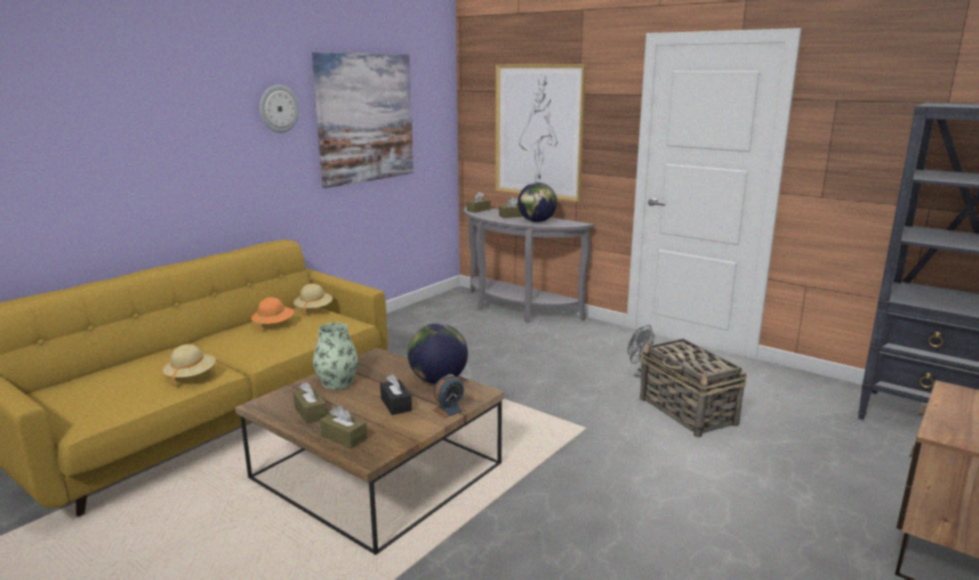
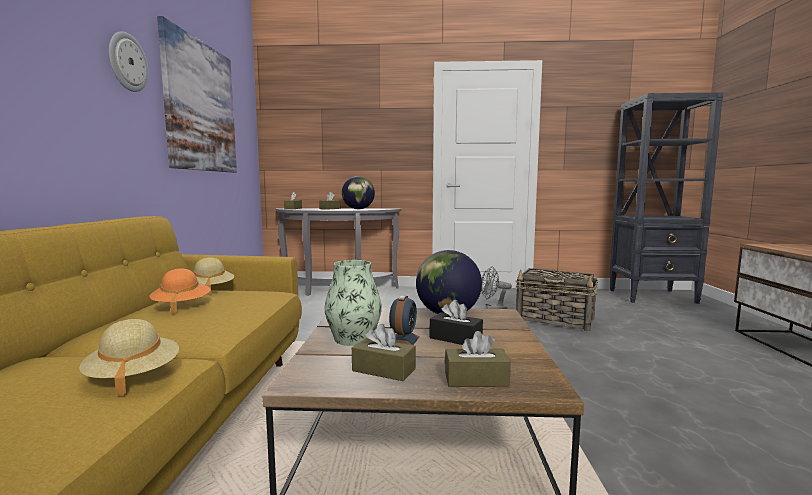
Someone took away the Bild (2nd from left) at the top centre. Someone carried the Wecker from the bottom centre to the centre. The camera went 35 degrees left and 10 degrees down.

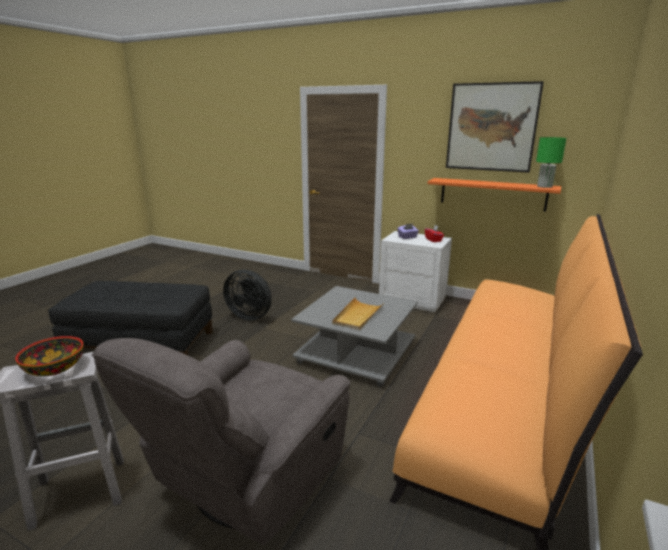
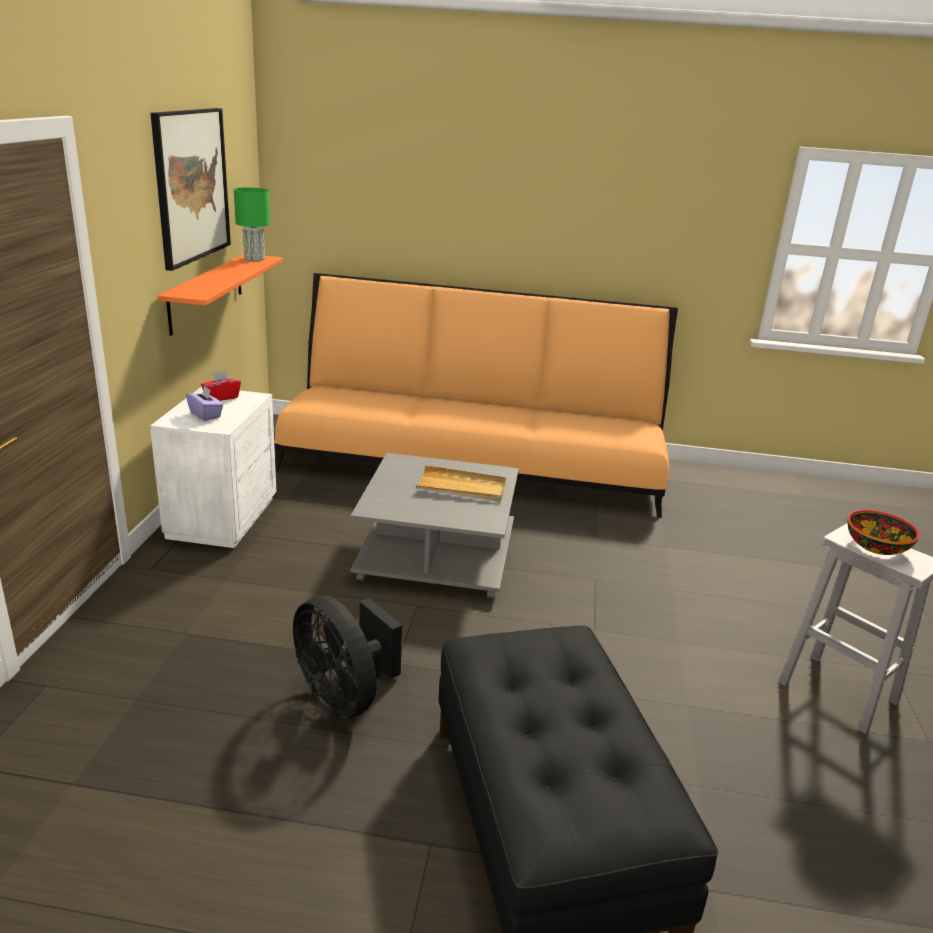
Someone took away the Sessel/grau at the bottom left. Someone rotated the Ventilator/schwarz at the centre by 135 degrees clockwise. The camera went 110 degrees left and 5 degrees up.

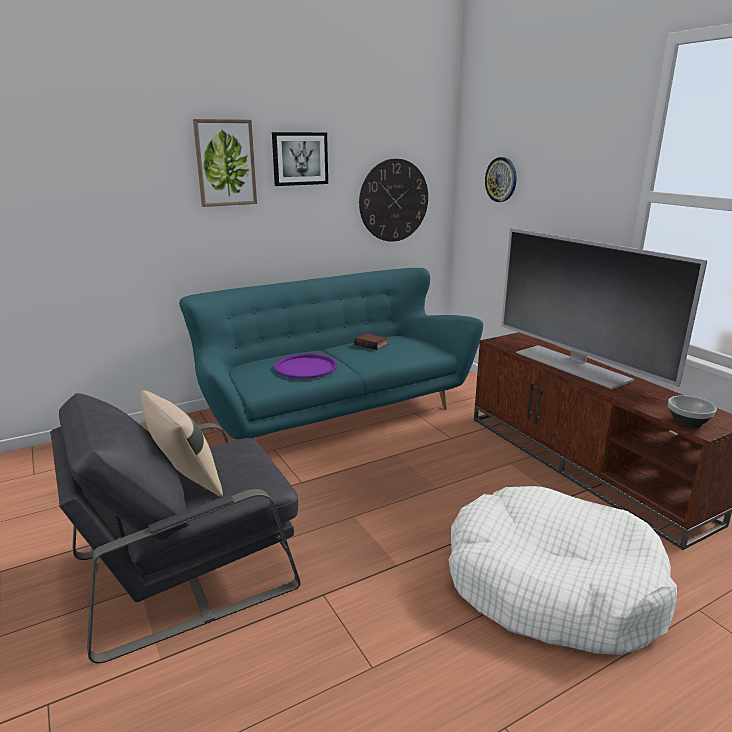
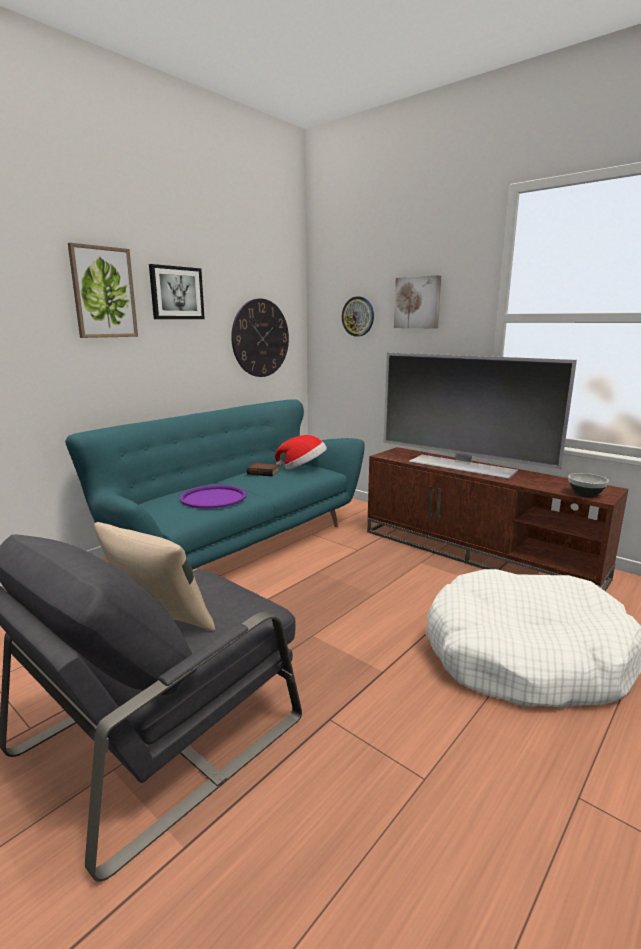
Someone put down the Hut at the centre. Someone put up the Bild (3rd from left) at the top centre. The camera went 20 degrees left and 5 degrees down.

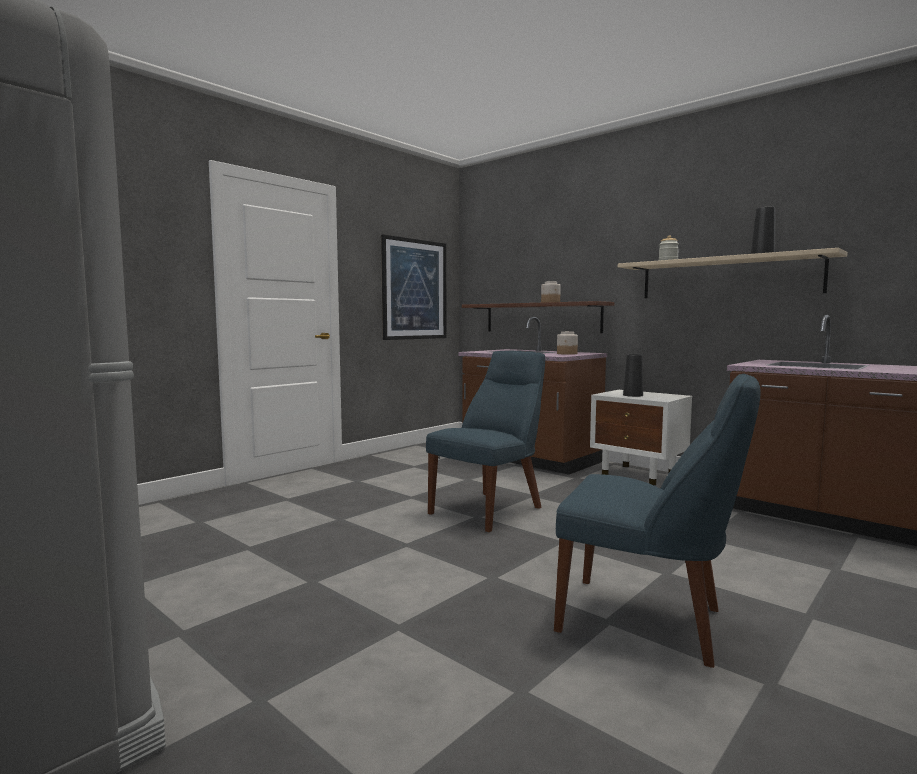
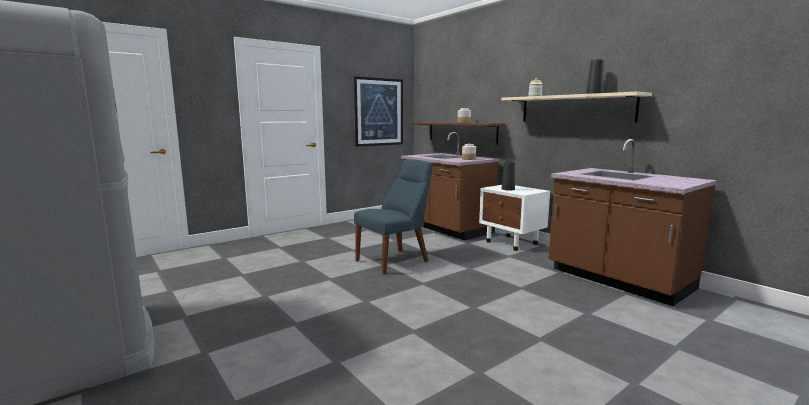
Someone took away the Stuhl/blau (2nd from left) at the bottom right. The camera went 10 degrees right and 5 degrees up.

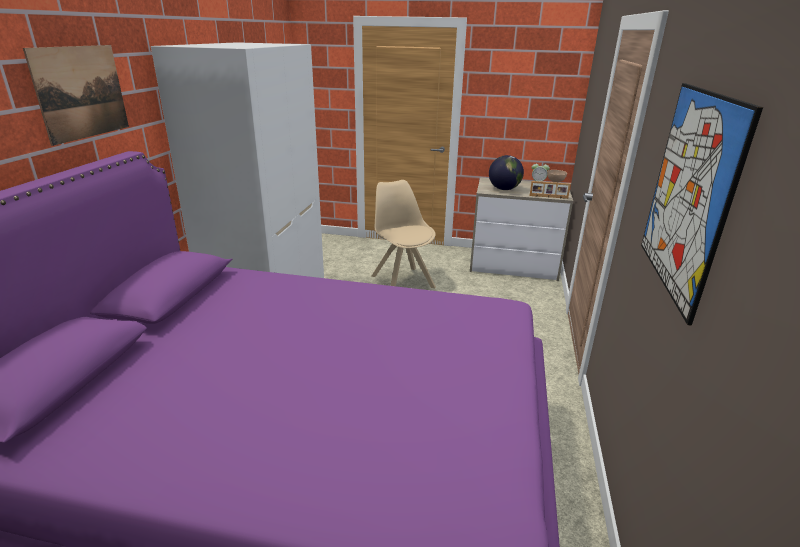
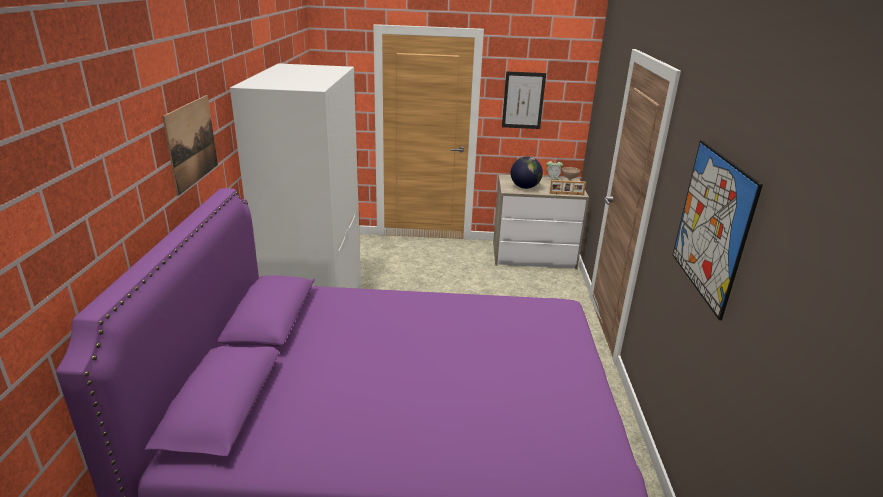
Someone took away the Stuhl/beige at the centre. Someone put up the Bild (2nd from left) at the top centre. The camera went 10 degrees left and 0 degrees up.

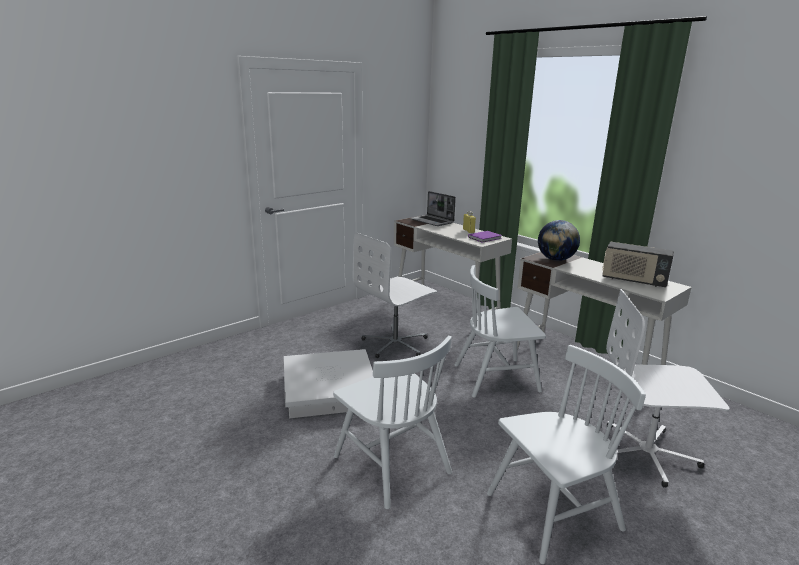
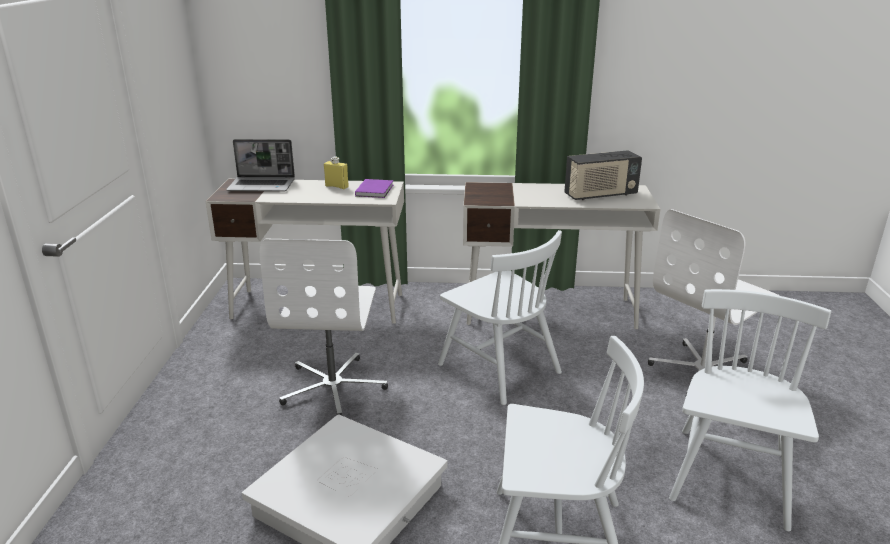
Someone took away the Globus at the middle right. Someone rotated the Stuhl/weiß (2nd from left in the first image) at the centre by 75 degrees counterclockwise. The camera went 45 degrees left and 5 degrees up.

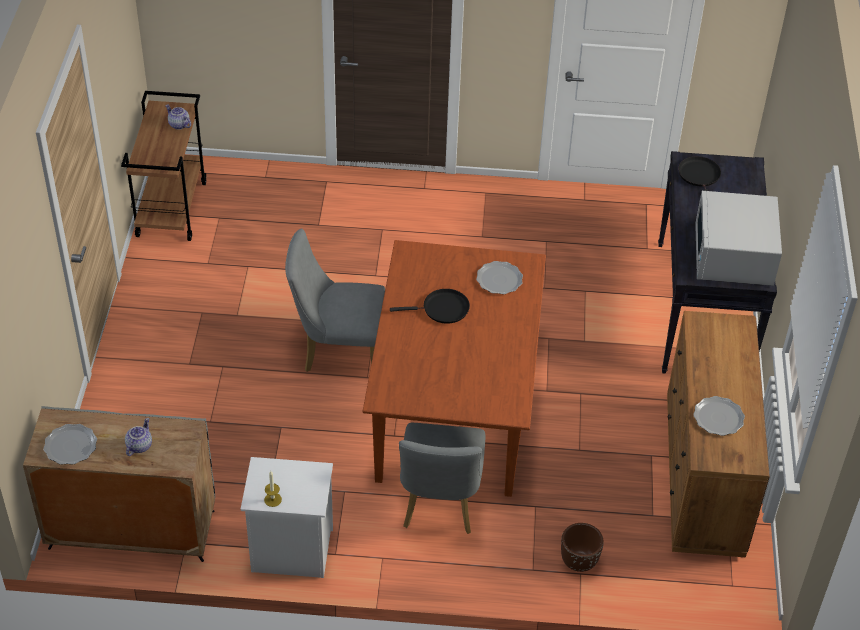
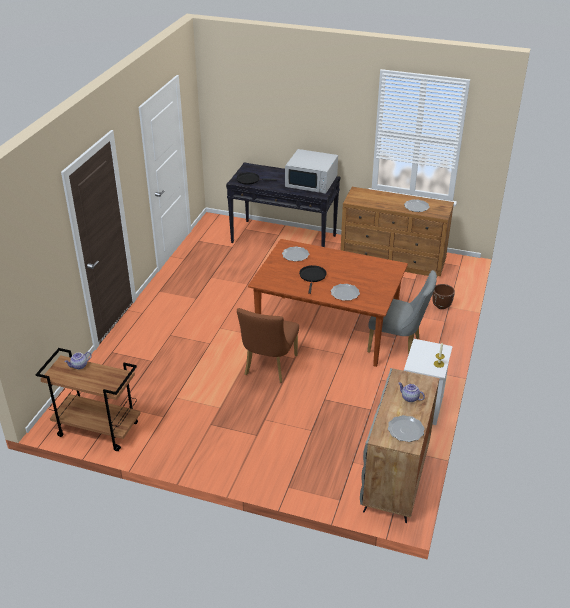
Someone put down the Teller (2nd from left) at the centre. Someone repainted the Stuhl/grau (1st from left) at the centre, which became the Stuhl/braun at the centre. The camera went 75 degrees left and 10 degrees down.

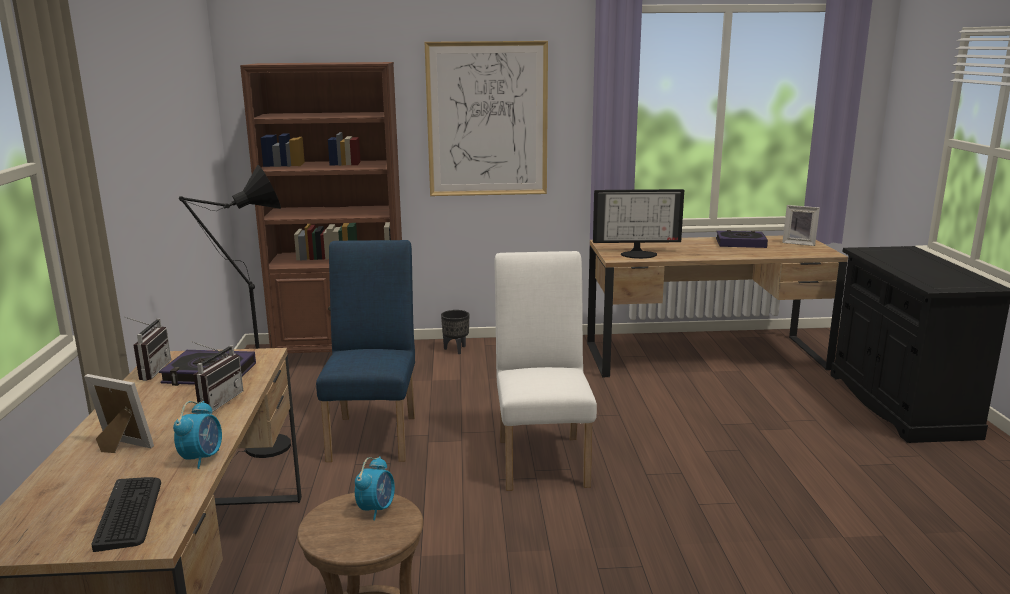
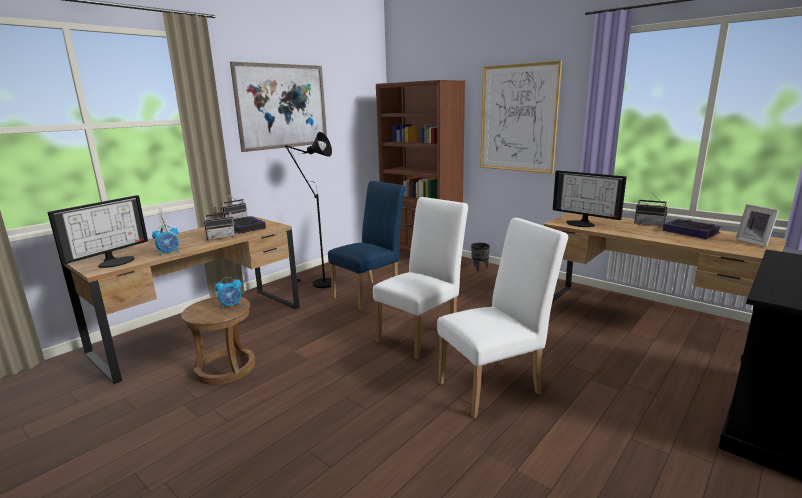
Someone put up the Bild (1st from left) at the top centre. Someone put down the Stuhl/weiß (2nd from left) at the centre. Someone put down the Radio (3rd from left) at the middle right. Someone swapped the Tastatur at the bottom left for the Monitor (1st from left) at the middle left. The camera went 45 degrees right and 0 degrees up.

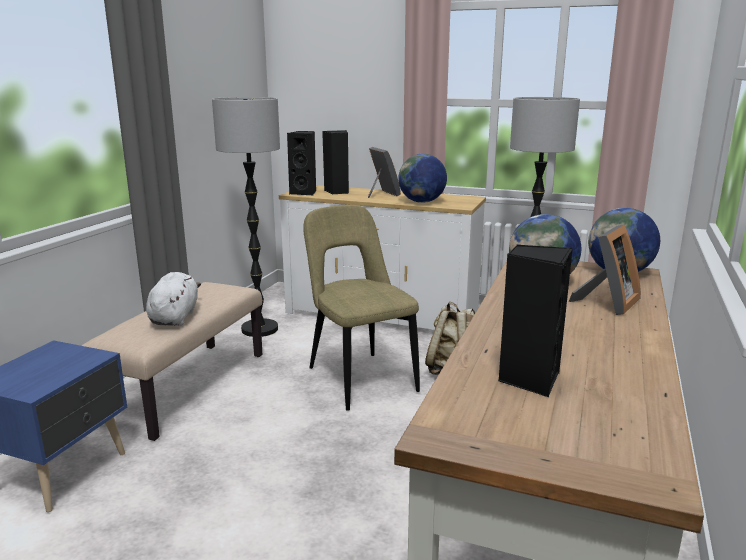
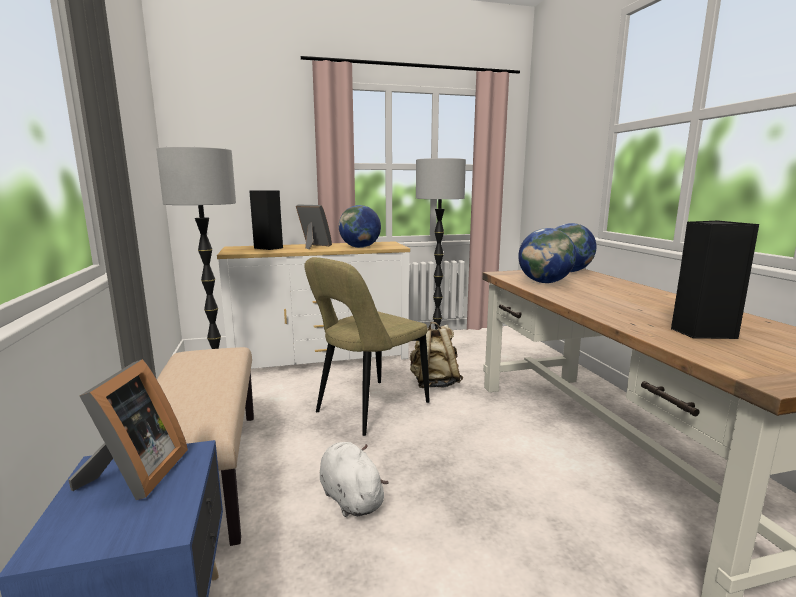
Someone took away the Lautsprecher/schwarz (1st from left) at the top centre. Someone carried the Plüschtier/weiß from the middle left to the bottom centre. Someone carried the Bilderrahmen (2nd from left in the first image) from the middle right to the bottom left. Someone rotated the Stuhl/beige at the centre by 75 degrees counterclockwise. The camera went 35 degrees left and 5 degrees down.

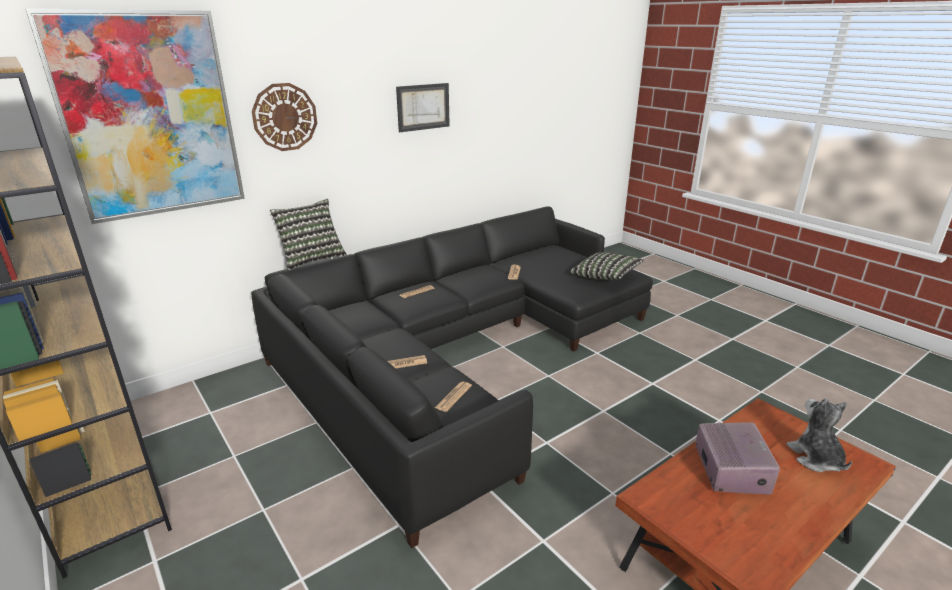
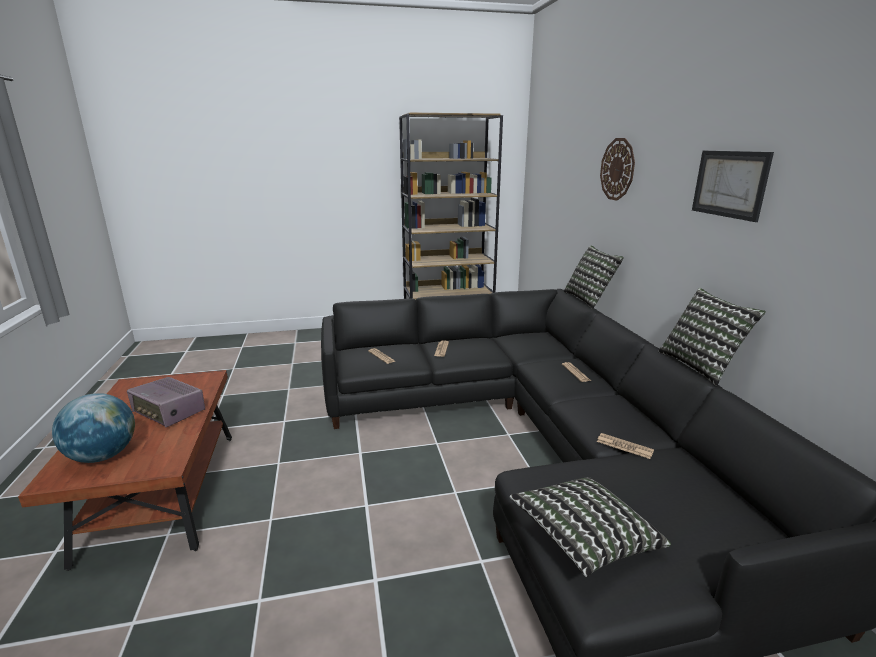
Someone took away the Bild (1st from left) at the top left. Someone put down the Kissen (3rd from left) at the middle right. Someone swapped the Plüschtier at the bottom right for the Globus at the middle left. The camera went 115 degrees right and 5 degrees down.

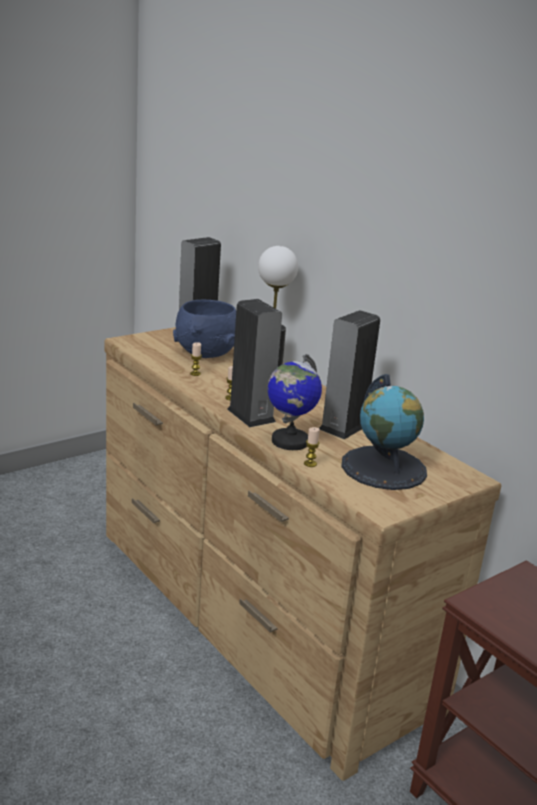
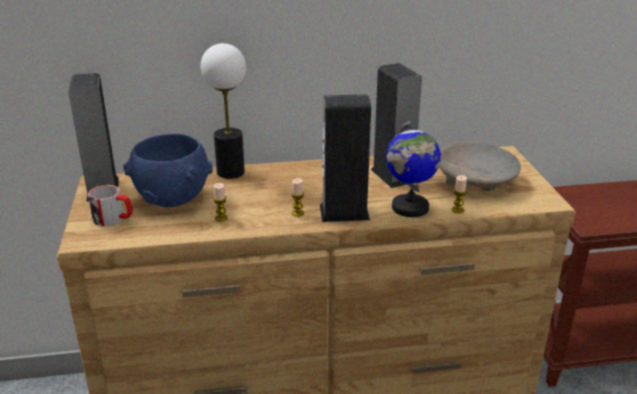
Someone put down the Henkelbecher at the middle left. Someone swapped the Globus (2nd from left) at the middle right for the Schüssel/beige at the middle right. The camera went 60 degrees left and 5 degrees up.

